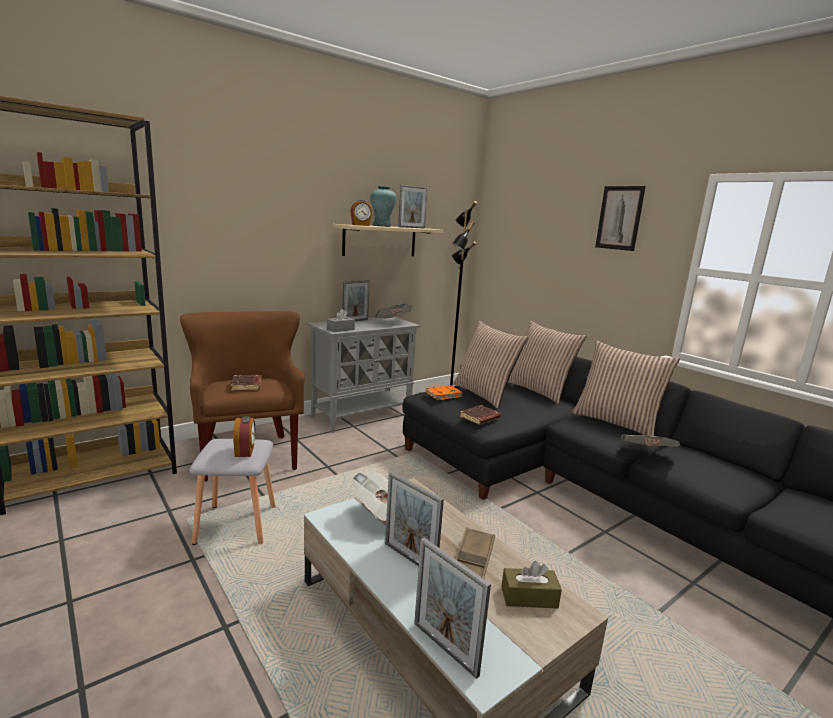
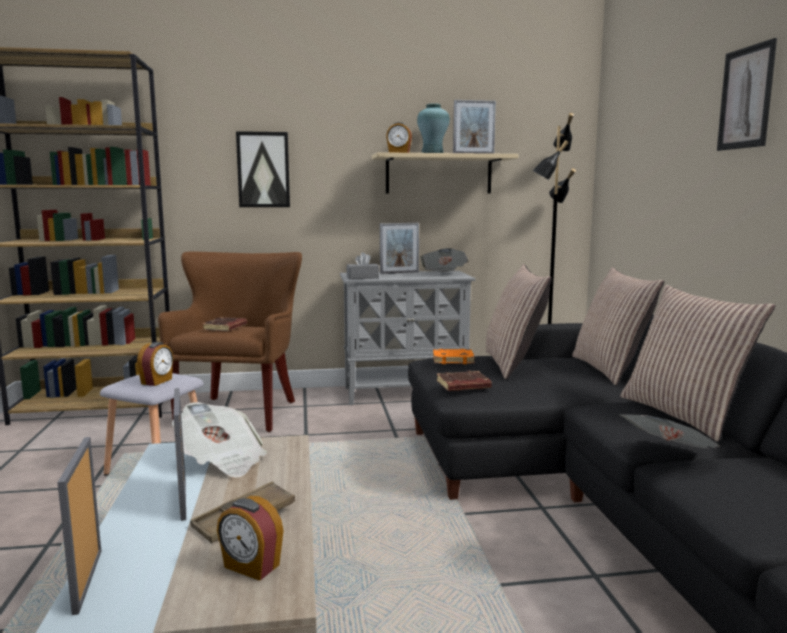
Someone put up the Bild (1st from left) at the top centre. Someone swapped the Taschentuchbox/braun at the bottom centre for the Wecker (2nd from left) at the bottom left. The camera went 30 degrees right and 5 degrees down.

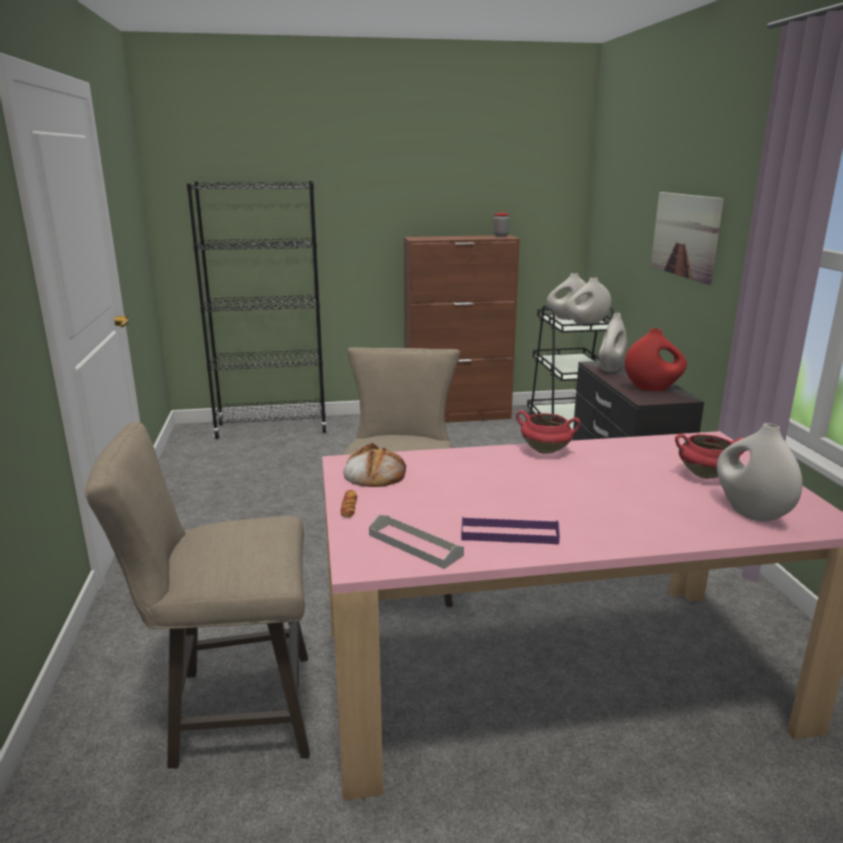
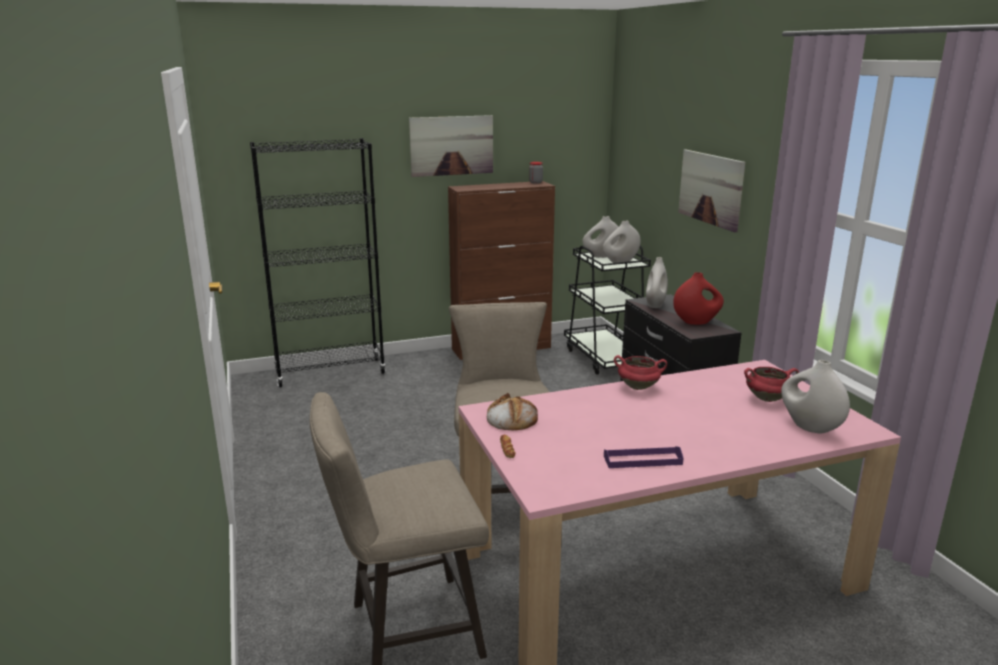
Someone took away the Tablett/grau at the centre. Someone put up the Bild (1st from left) at the top centre. The camera went 10 degrees left and 0 degrees up.

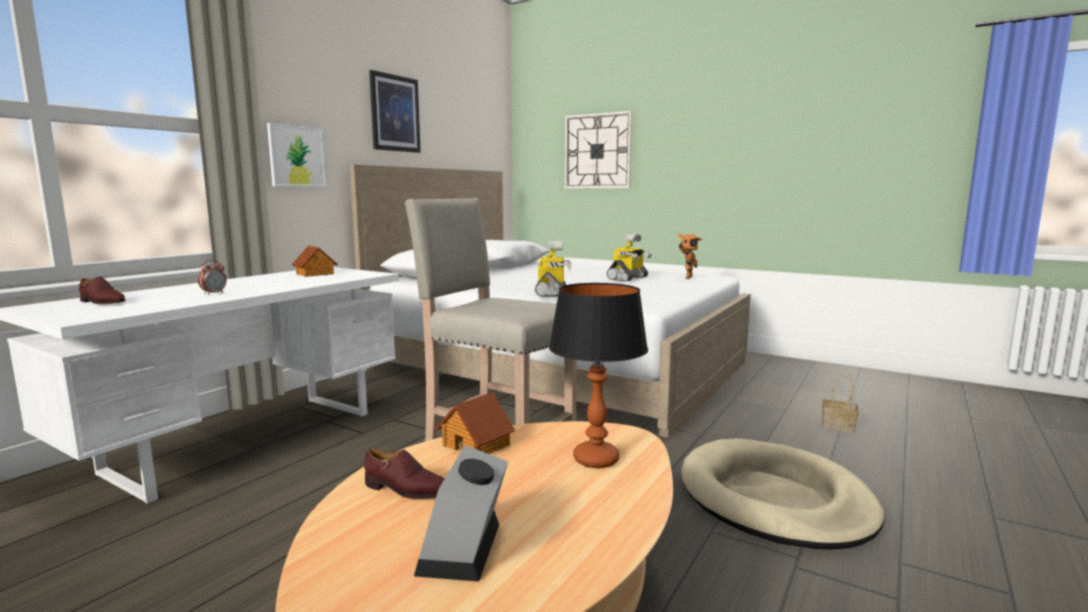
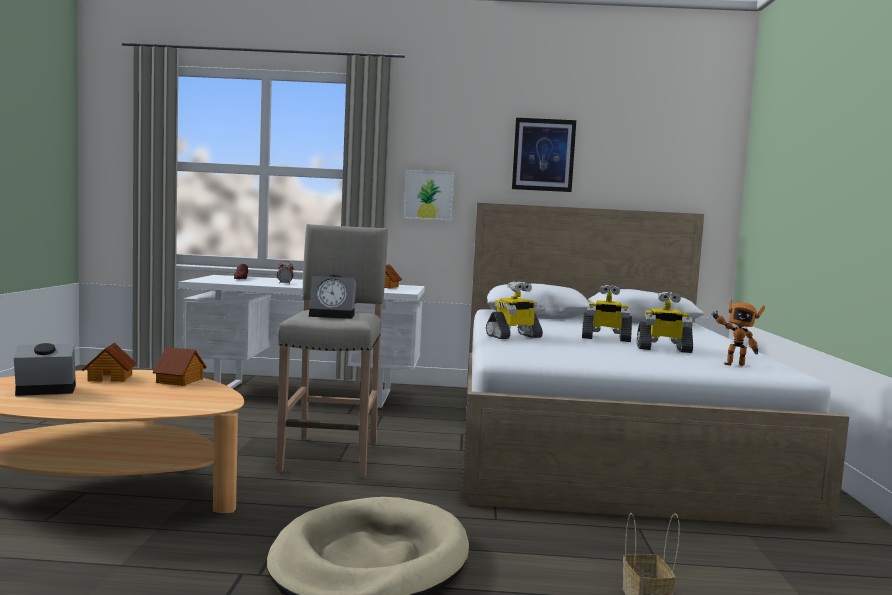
Someone took away the Tischlampe at the centre. Someone took away the Wanduhr at the top centre. Someone put down the Wecker (3rd from left) at the centre. Someone put down the Spielzeugroboter (2nd from left) at the middle right. Someone swapped the Schuh/braun (2nd from left) at the bottom centre for the Spielzeughaus (1st from left) at the middle left. The camera went 60 degrees right and 5 degrees down.

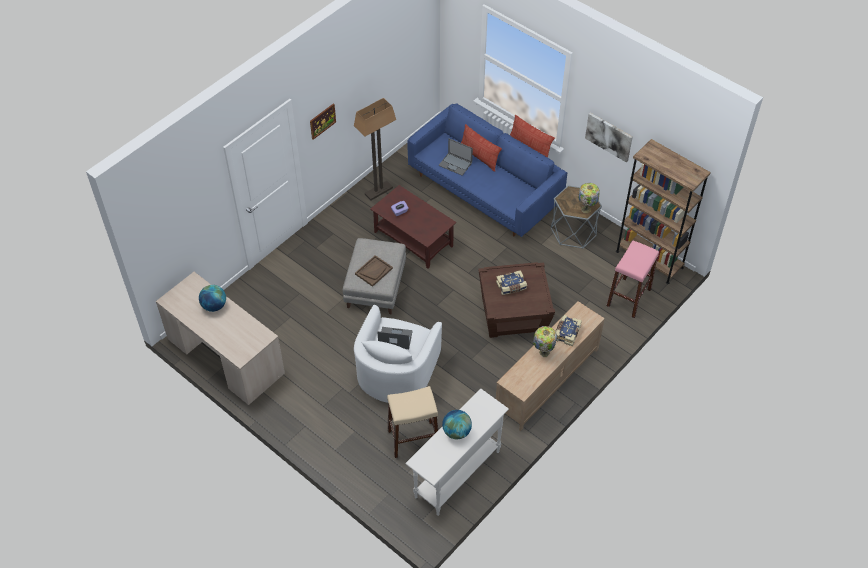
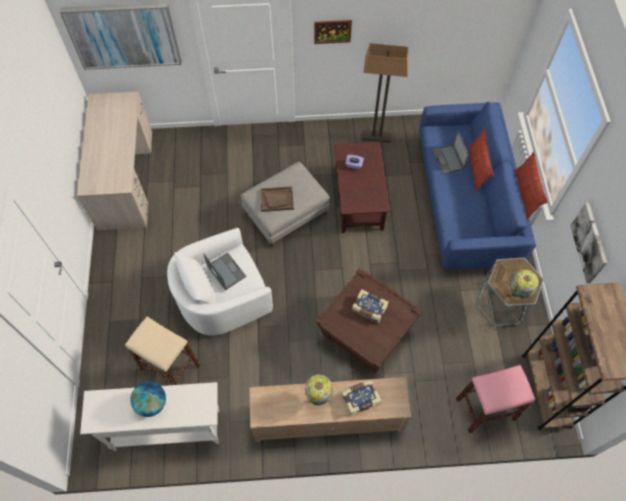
Someone took away the Globus (1st from left) at the middle left. Someone put up the Bild (1st from left) at the top left. The camera went 45 degrees right and 10 degrees up.

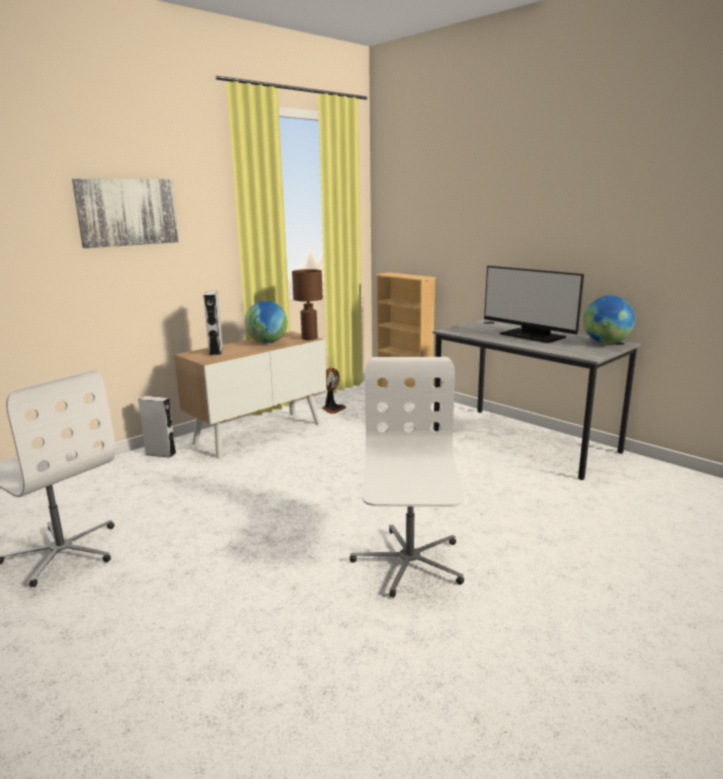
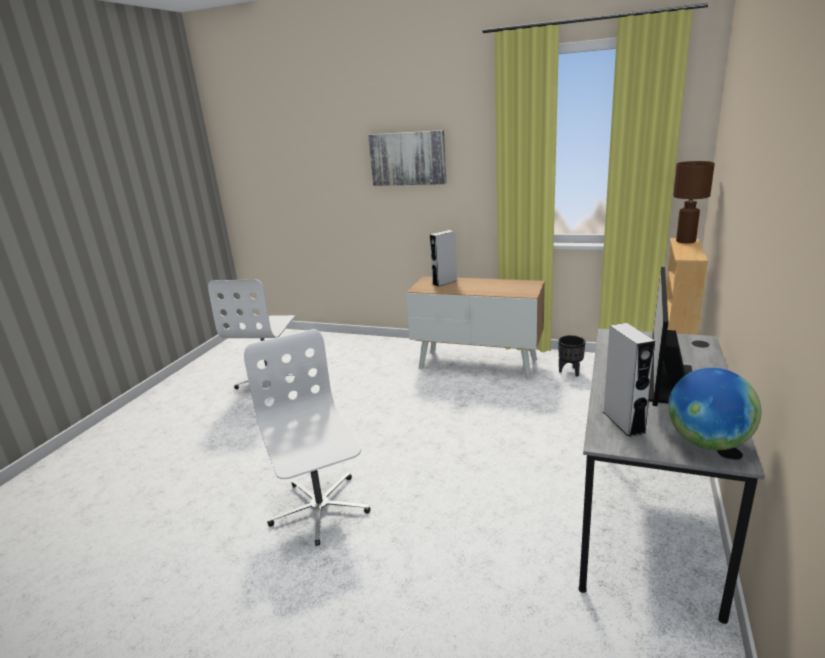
Someone took away the Globus (1st from left) at the centre. Someone carried the Lautsprecher/grau (1st from left in the first image) from the middle left to the middle right. Someone carried the Tischlampe/braun from the centre to the top right. Someone swapped the Ventilator at the centre for the Pflanzkübel/schwarz at the middle right. Someone rotated the Bürostuhl/weiß (2nd from left) at the centre by 90 degrees counterclockwise. The camera went 65 degrees right and 5 degrees up.

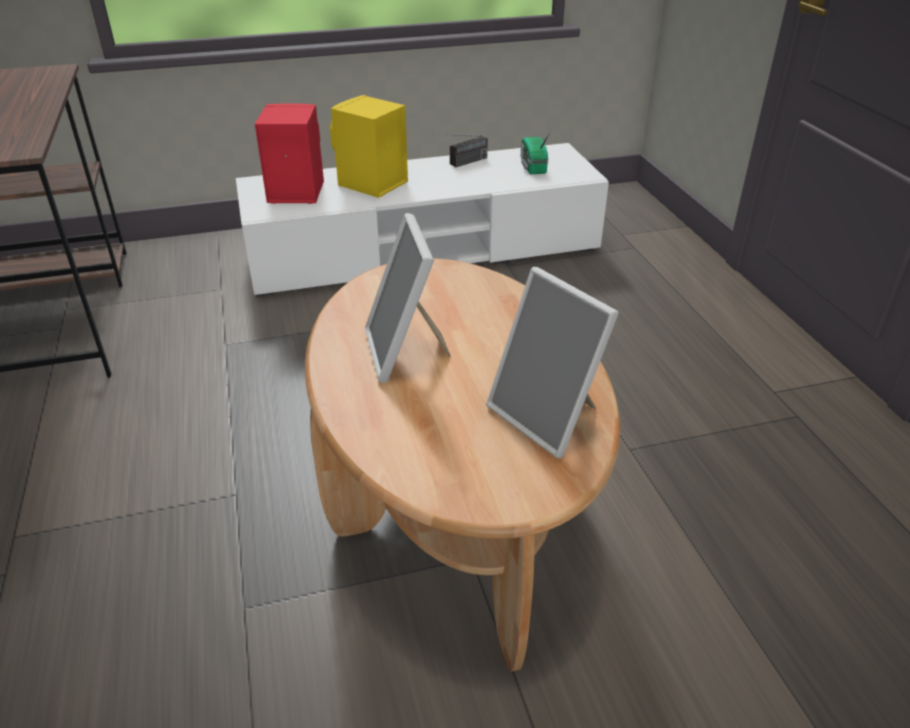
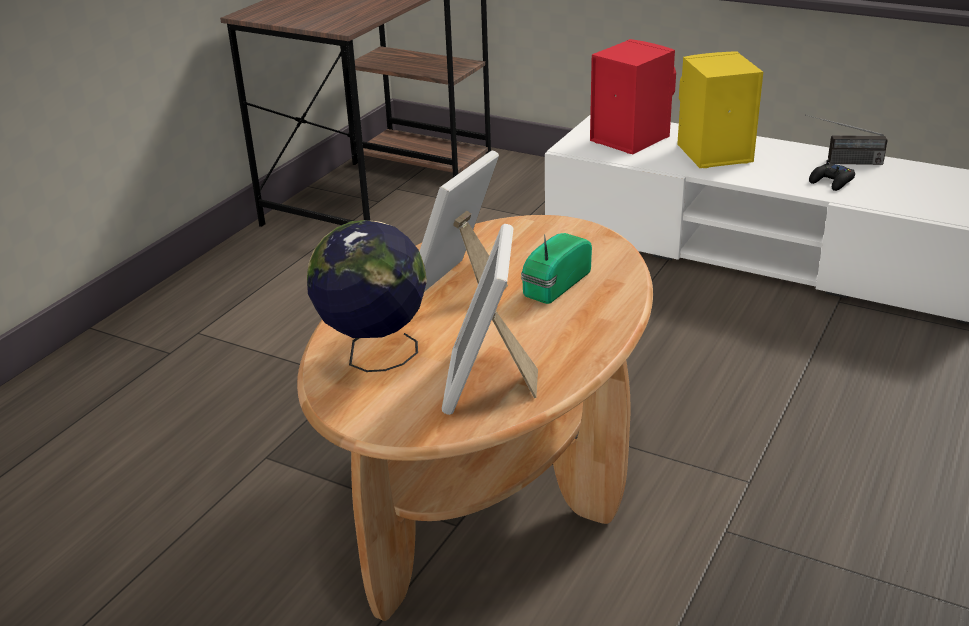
Someone put down the Globus at the centre. Someone put down the Gamepad/schwarz at the top right. Someone carried the Radio (2nd from left in the first image) from the top centre to the centre. The camera went 45 degrees right and 5 degrees down.

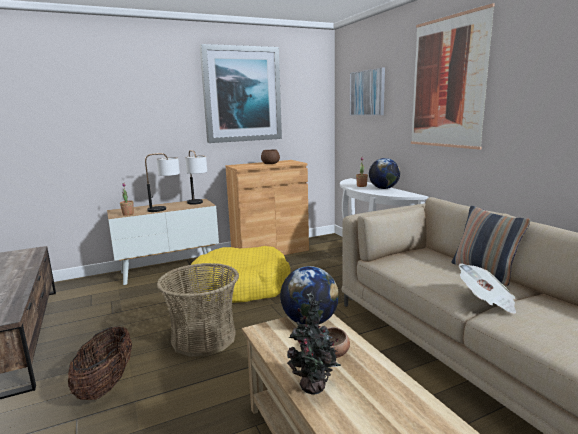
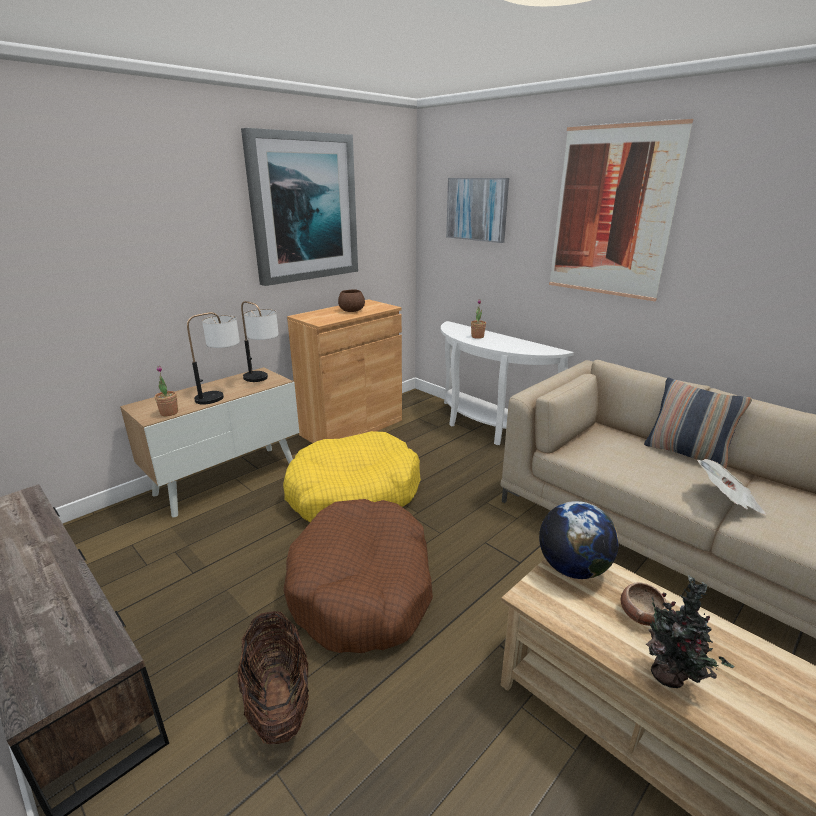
Someone took away the Globus (2nd from left) at the centre. Someone swapped the Korb (2nd from left) at the bottom centre for the Hundebett/braun at the bottom centre. The camera went 20 degrees left and 10 degrees up.

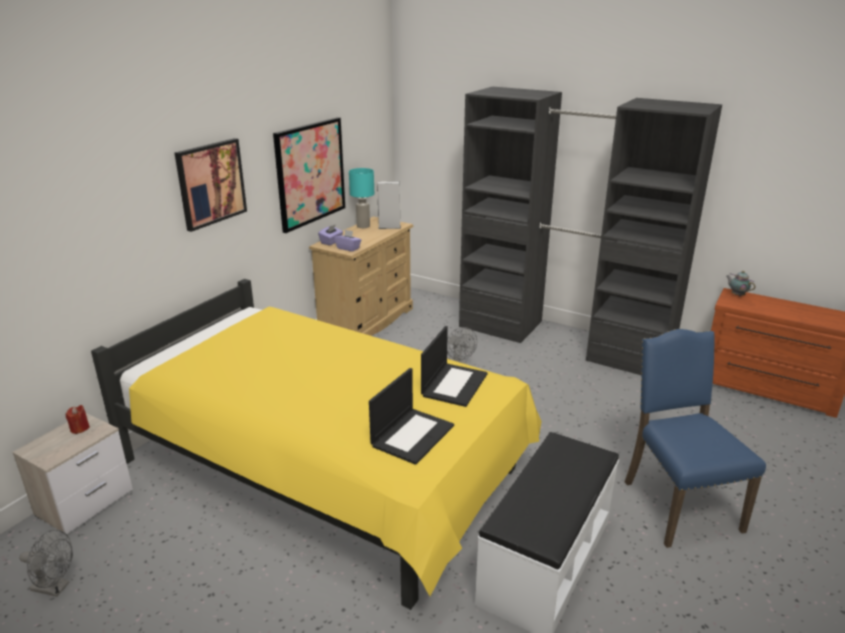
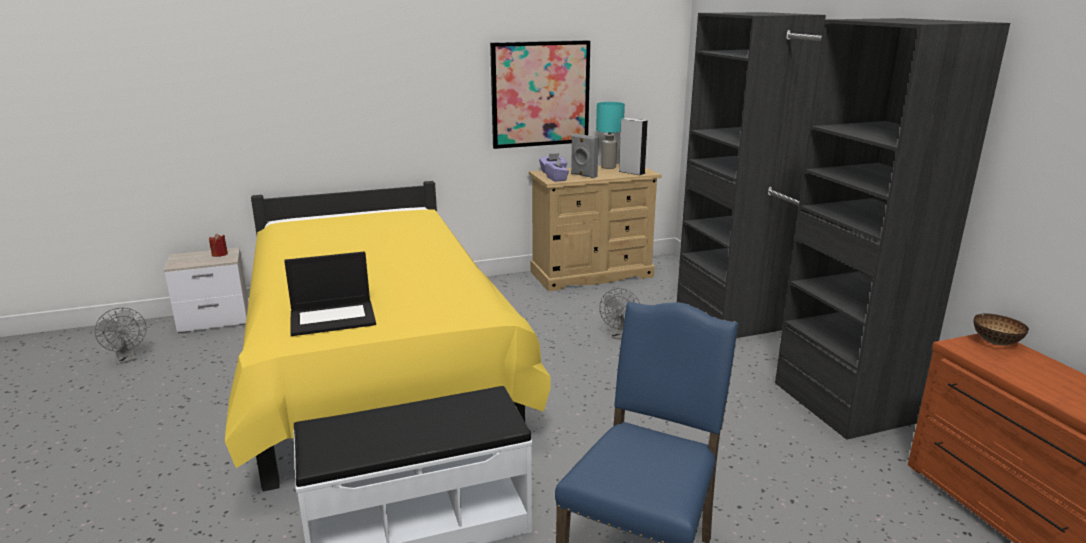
Someone took away the Bild (1st from left) at the top left. Someone took away the Laptop (2nd from left) at the centre. Someone put down the Lautsprecher/grau (1st from left) at the top centre. Someone swapped the Teekanne at the middle right for the Schüssel at the middle right. The camera went 40 degrees right and 5 degrees down.

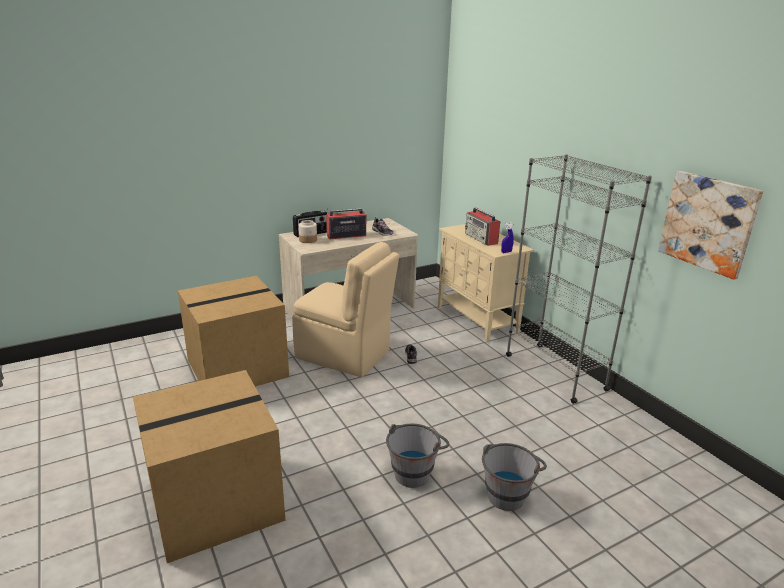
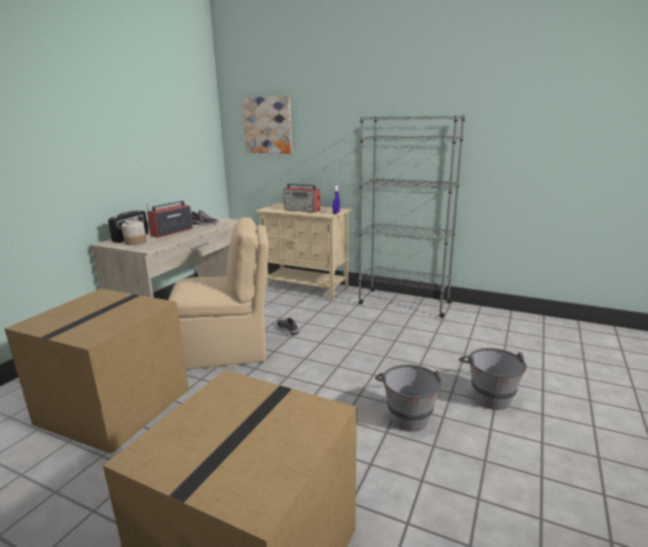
Someone carried the Bild from the middle right to the top centre. The camera went 35 degrees left and 5 degrees down.

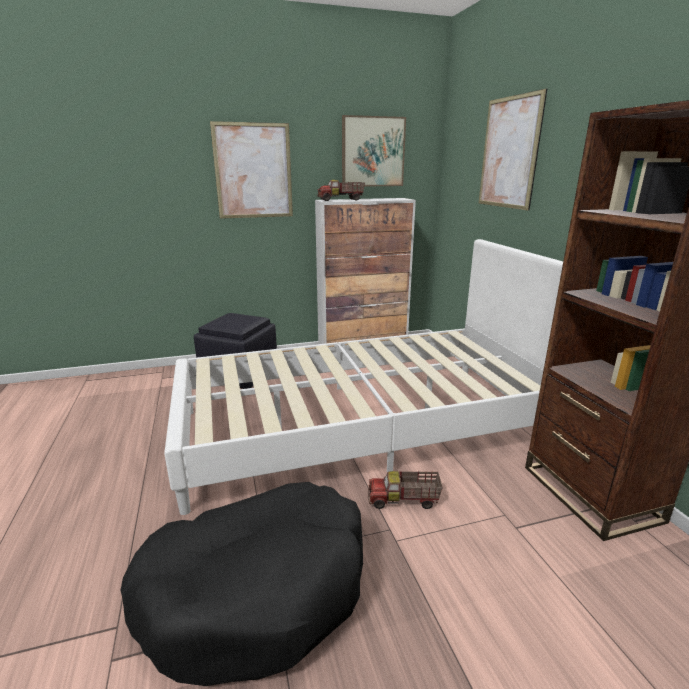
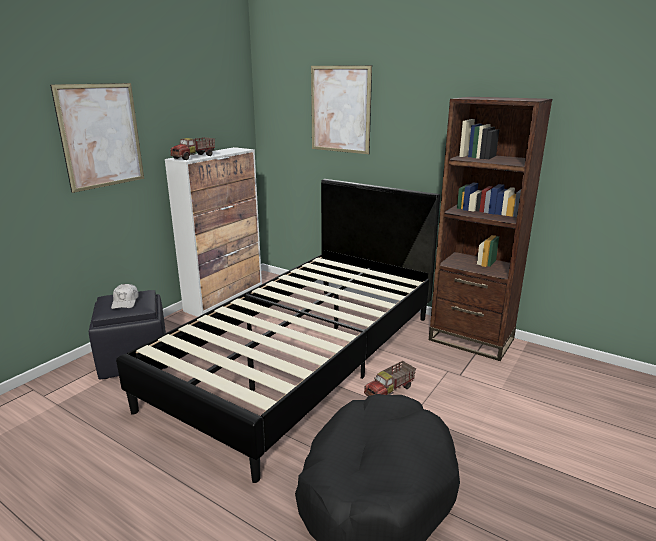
Someone took away the Bild (2nd from left) at the top centre. Someone put down the Kappe/weiß at the middle left. Someone repainted the Bett/weiß at the centre, which became the Bett/schwarz at the centre. The camera went 40 degrees left and 0 degrees up.

